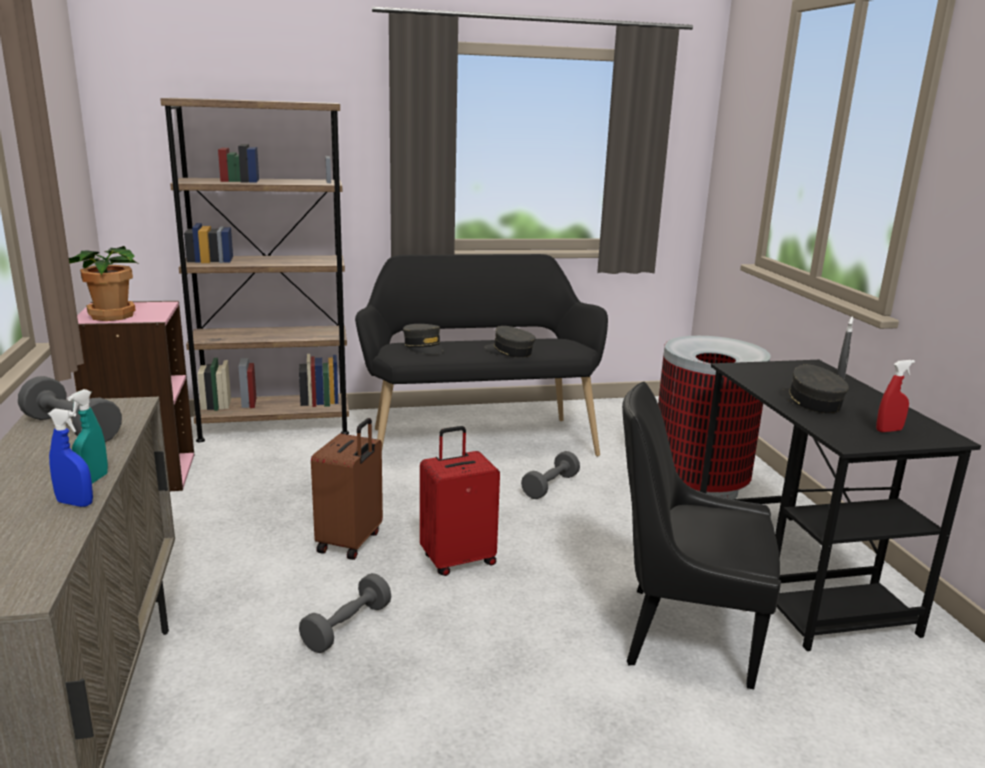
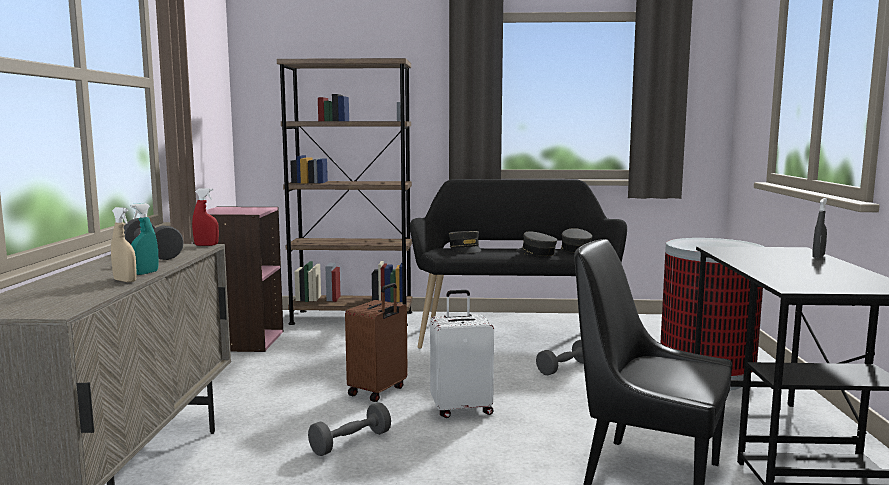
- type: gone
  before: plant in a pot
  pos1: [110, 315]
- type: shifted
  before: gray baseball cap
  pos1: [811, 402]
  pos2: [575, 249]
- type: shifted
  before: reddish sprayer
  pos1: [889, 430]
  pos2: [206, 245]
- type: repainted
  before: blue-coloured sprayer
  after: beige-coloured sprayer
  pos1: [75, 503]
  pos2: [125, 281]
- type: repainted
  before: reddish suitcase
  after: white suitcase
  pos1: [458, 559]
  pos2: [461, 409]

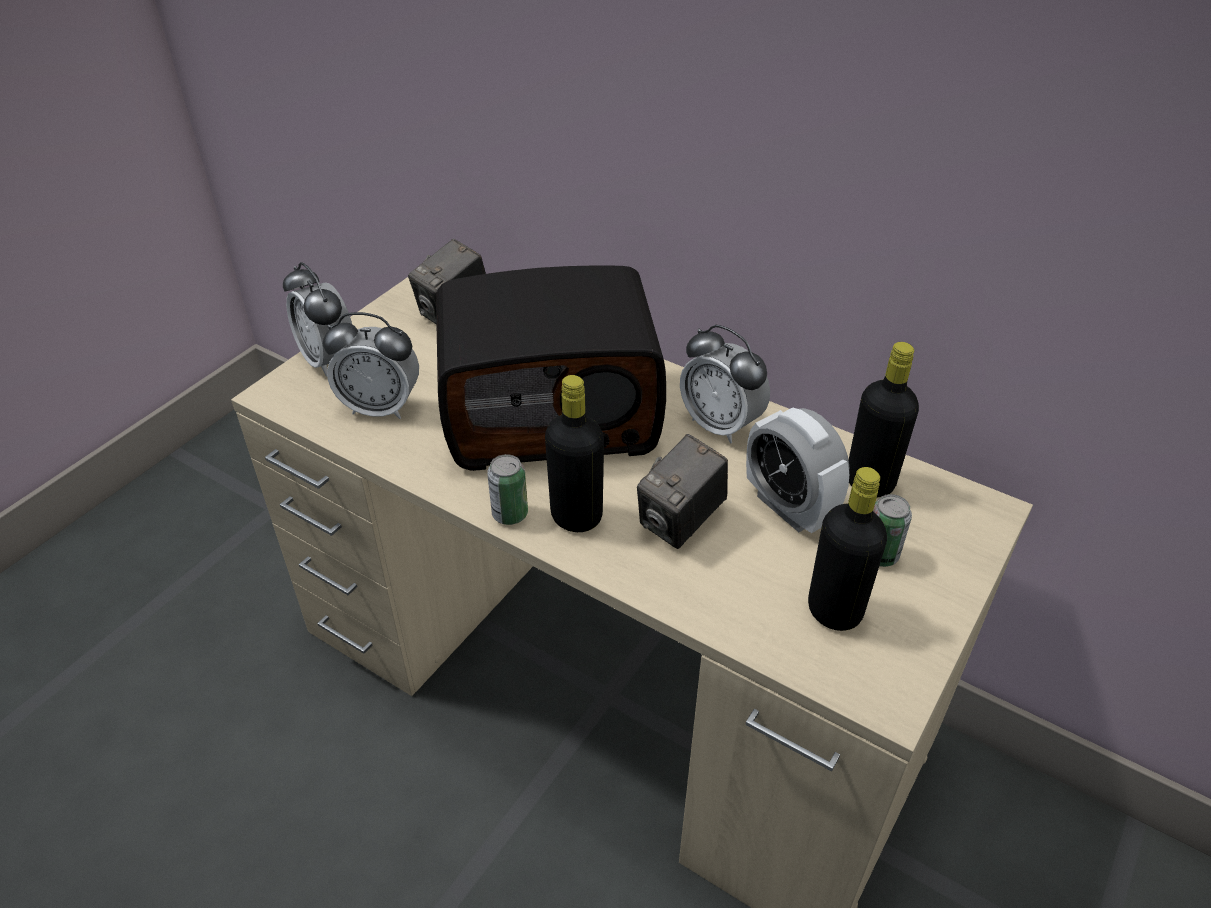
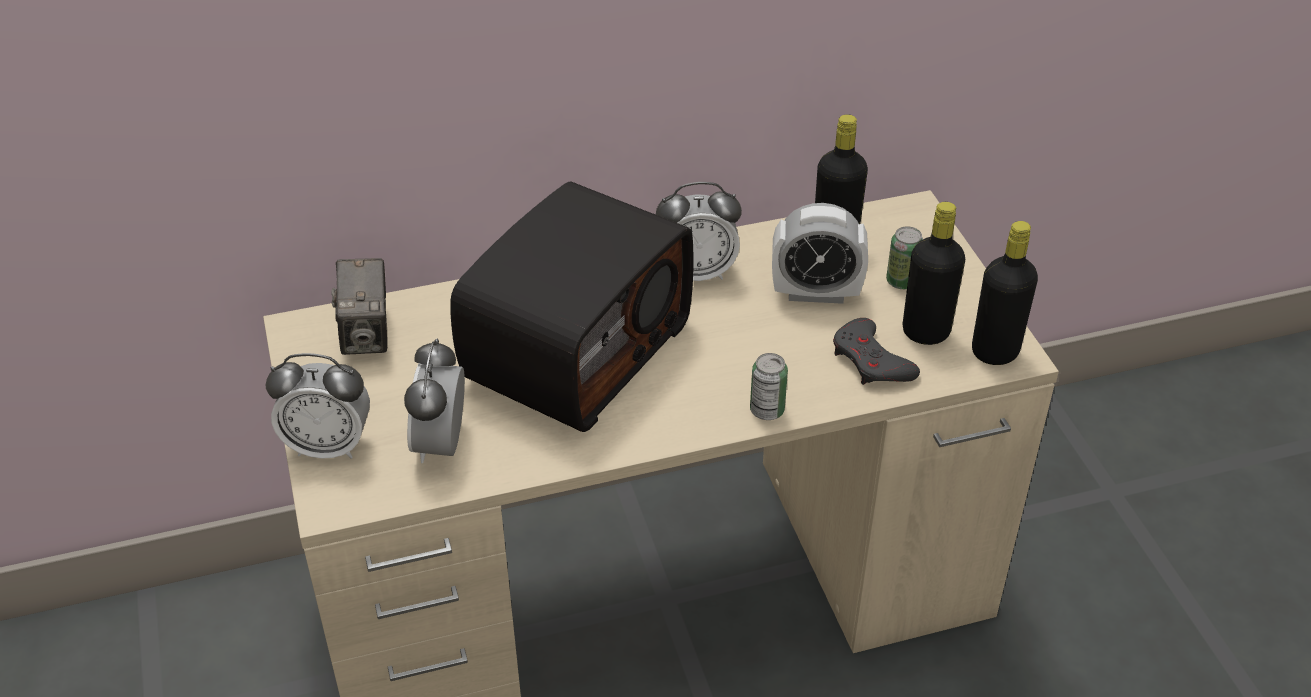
- type: gone
  before: still camera
  pos1: [681, 522]
- type: new
  after: gray gamepad
  pos2: [871, 361]
- type: shifted
  before: sealed can
  pos1: [510, 514]
  pos2: [767, 410]
- type: shifted
  before: blackish beverage bottle
  pos1: [576, 516]
  pos2: [995, 352]
- type: rotated
  before: bedside clock
  pos1: [380, 407]
  pos2: [441, 444]
  turn: 135

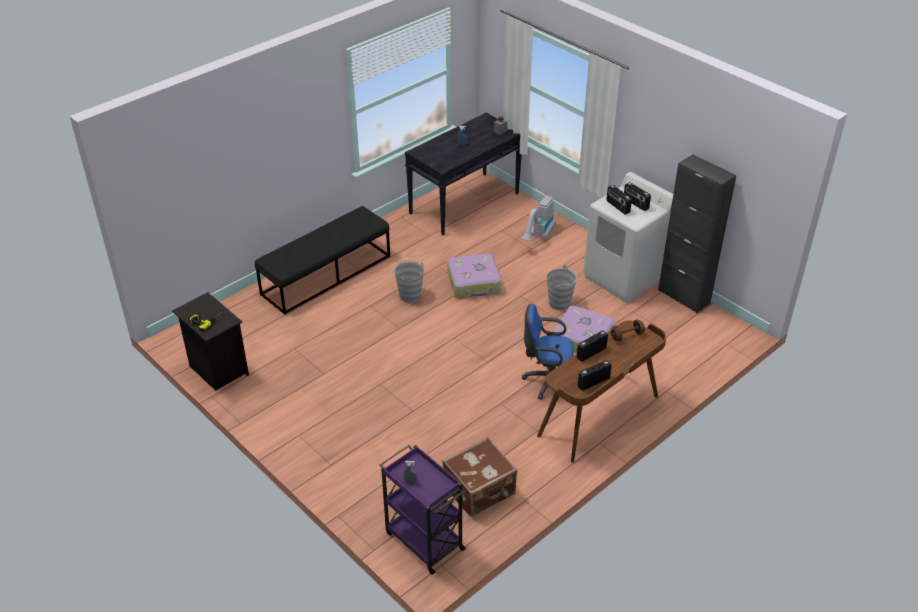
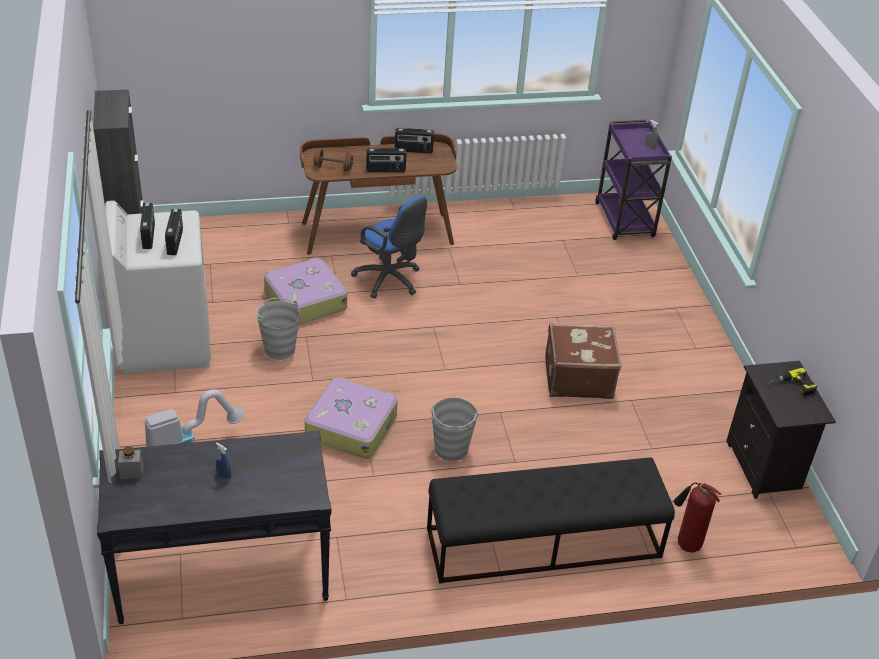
- type: new
  after: extinguisher
  pos2: [685, 544]
- type: shifted
  before: brownish suitcase
  pos1: [480, 491]
  pos2: [577, 377]

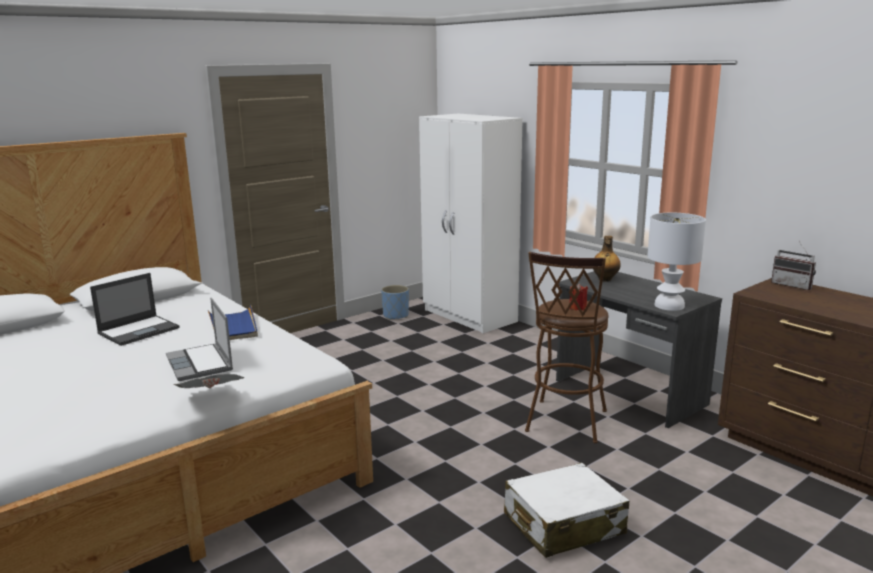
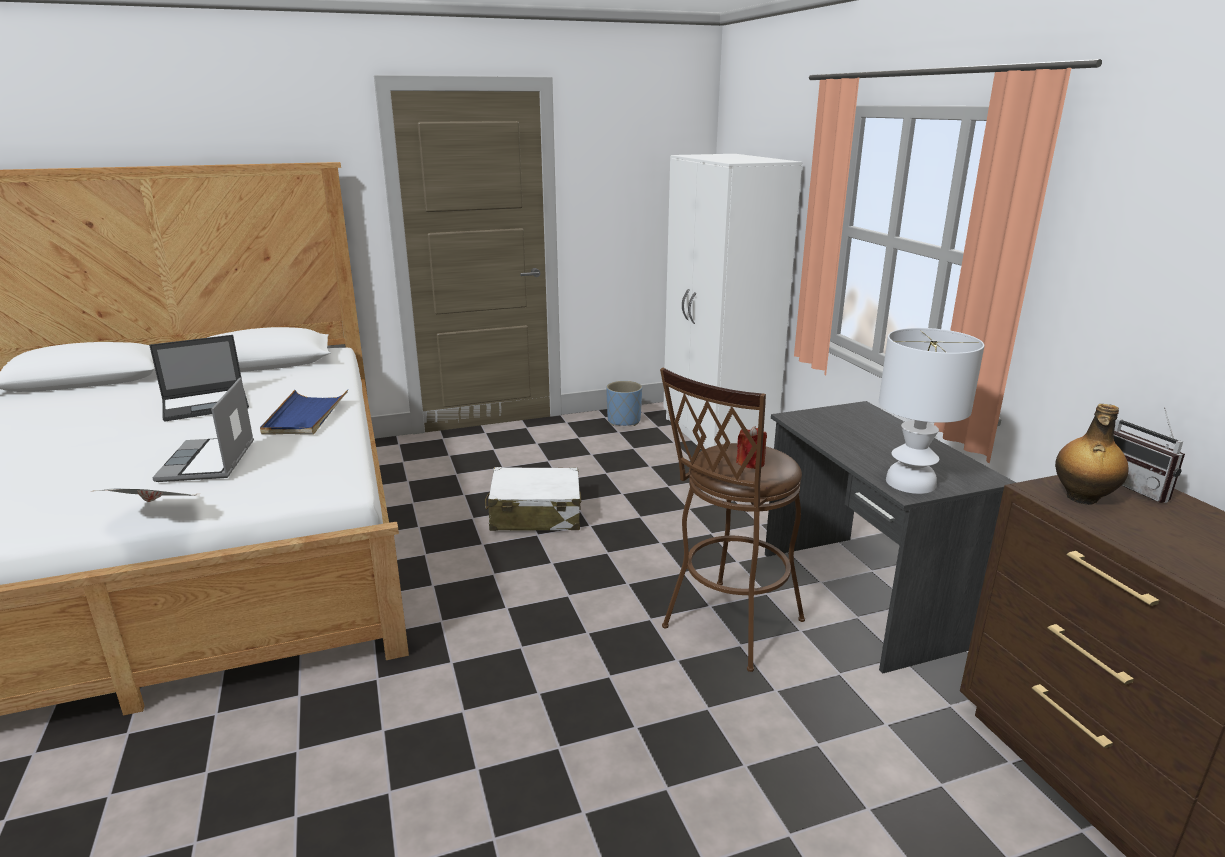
- type: shifted
  before: white suitcase
  pos1: [563, 524]
  pos2: [535, 514]
- type: shifted
  before: beverage bottle
  pos1: [604, 279]
  pos2: [1081, 498]

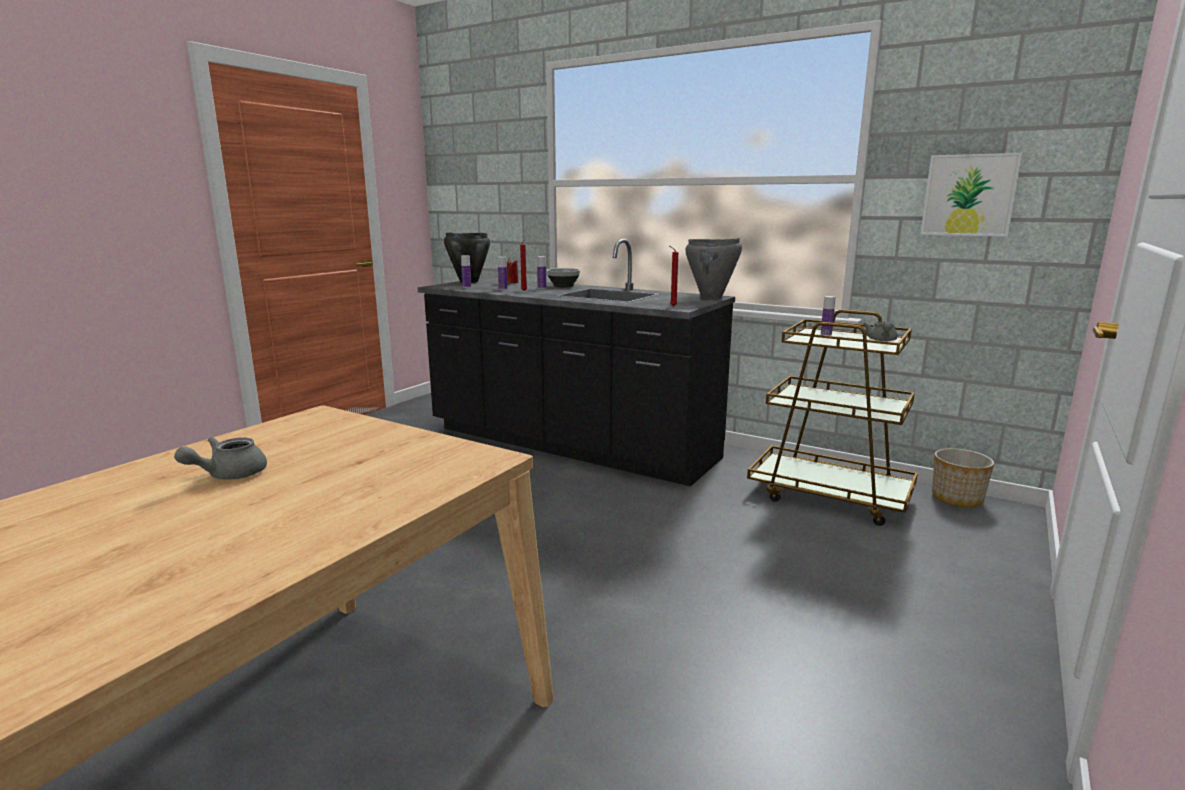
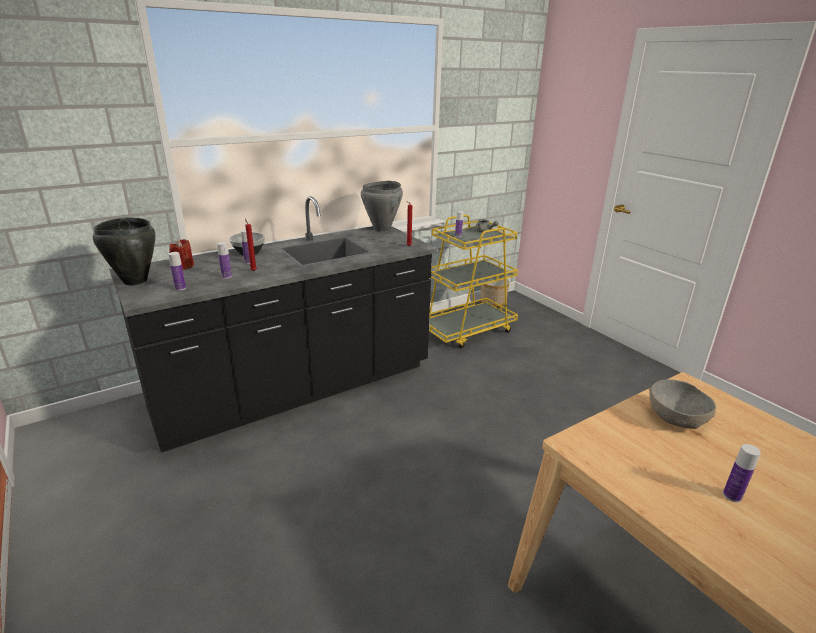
- type: gone
  before: picture
  pos1: [969, 195]
- type: new
  after: gray serving bowl
  pos2: [676, 418]
- type: swapped
  before: gray pot for tea
  after: beverage bottle
  pos1: [229, 475]
  pos2: [732, 496]
- type: repainted
  before: brownish trolley
  after: yellowish trolley
  pos1: [830, 496]
  pos2: [467, 330]

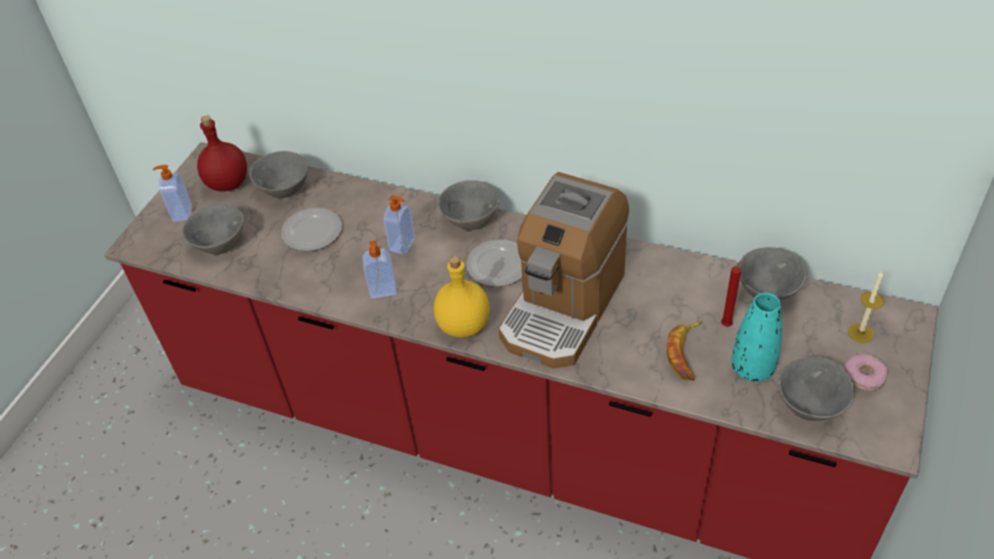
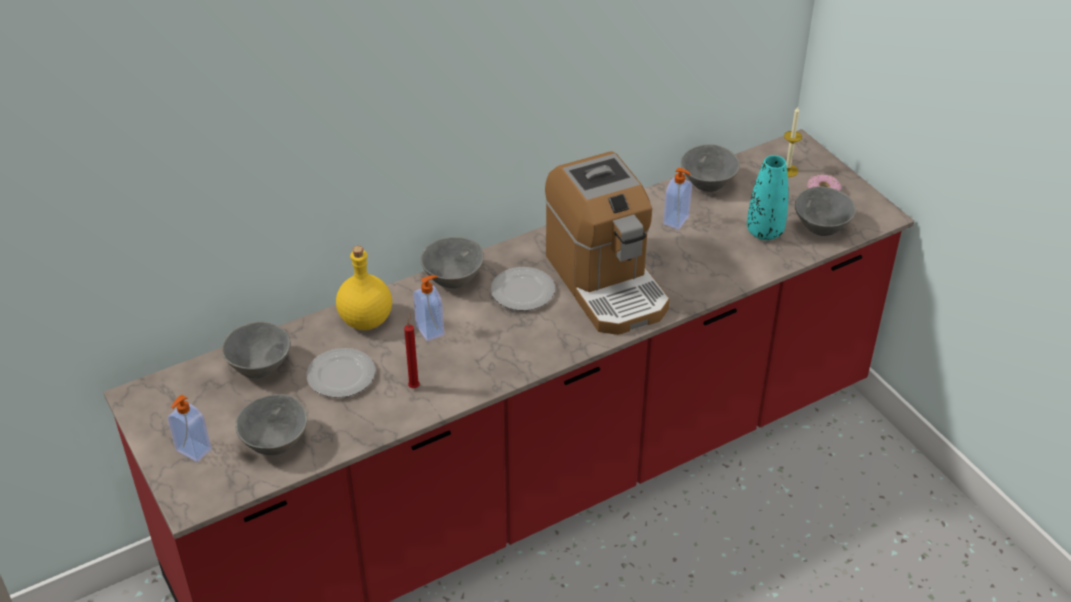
- type: gone
  before: reddish beverage bottle
  pos1: [229, 183]
- type: gone
  before: banana fruit
  pos1: [686, 353]
- type: shifted
  before: soap bottle
  pos1: [383, 291]
  pos2: [677, 220]
- type: shifted
  before: yellowish beverage bottle
  pos1: [462, 325]
  pos2: [365, 320]
- type: shifted
  before: reddish wax candle
  pos1: [728, 324]
  pos2: [414, 386]

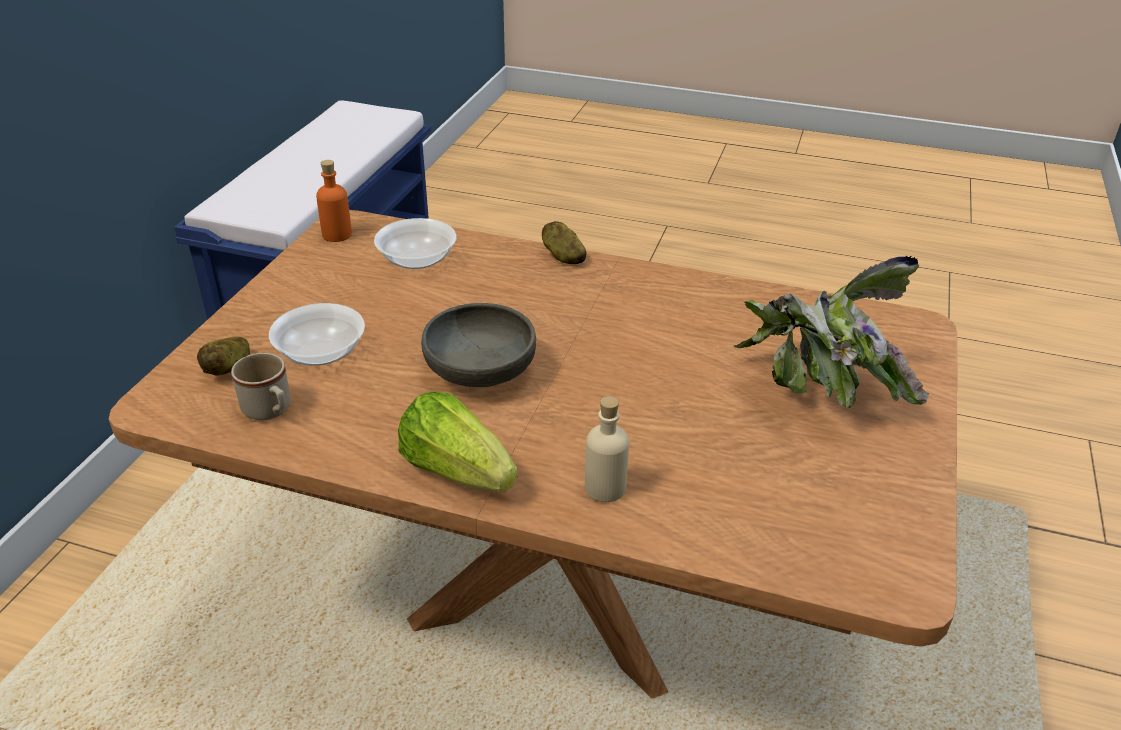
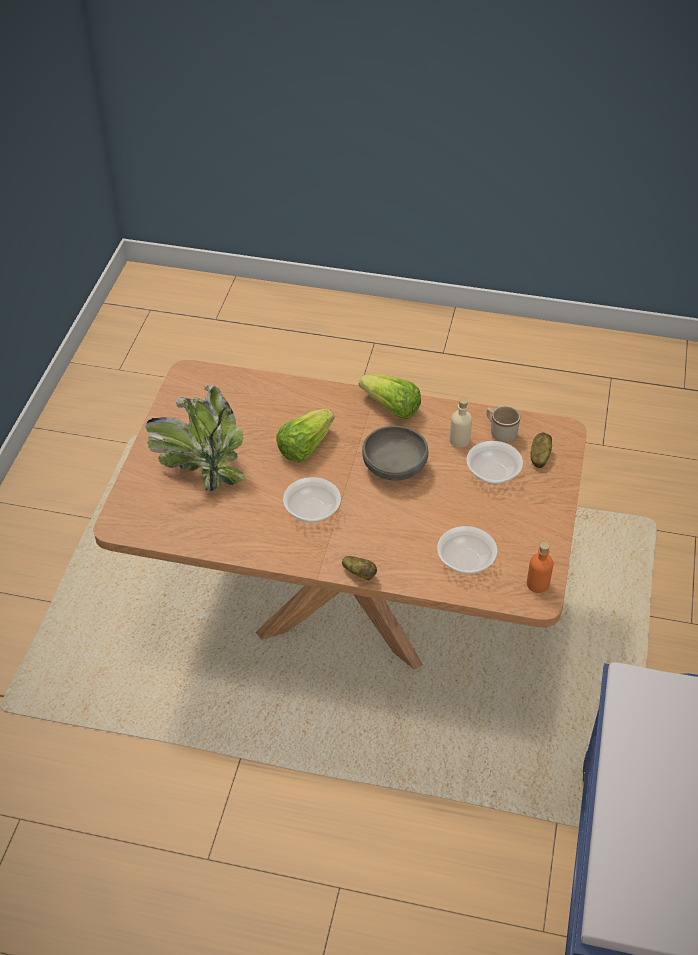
- type: new
  after: lettuce
  pos2: [304, 447]
- type: new
  after: serving bowl
  pos2: [312, 510]
- type: shifted
  before: beige-coloured beverage bottle
  pos1: [605, 488]
  pos2: [459, 440]

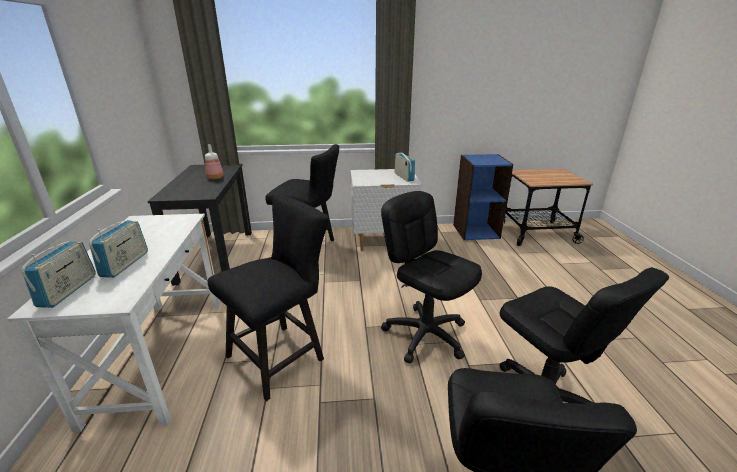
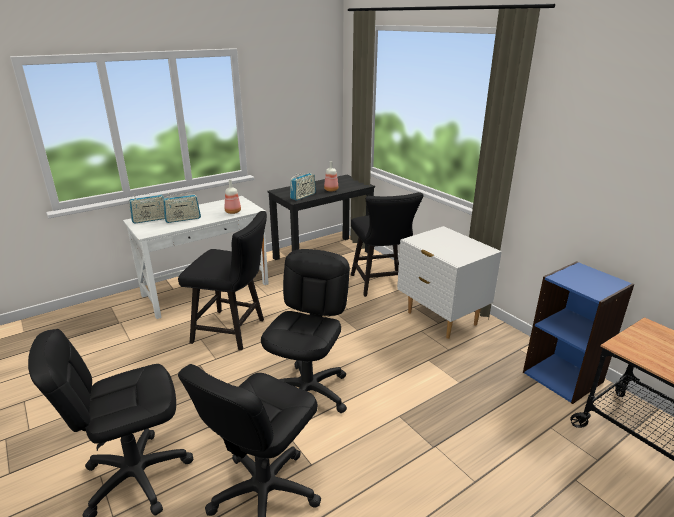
- type: new
  after: beverage bottle
  pos2: [233, 212]
- type: shifted
  before: radio
  pos1: [404, 177]
  pos2: [303, 196]

